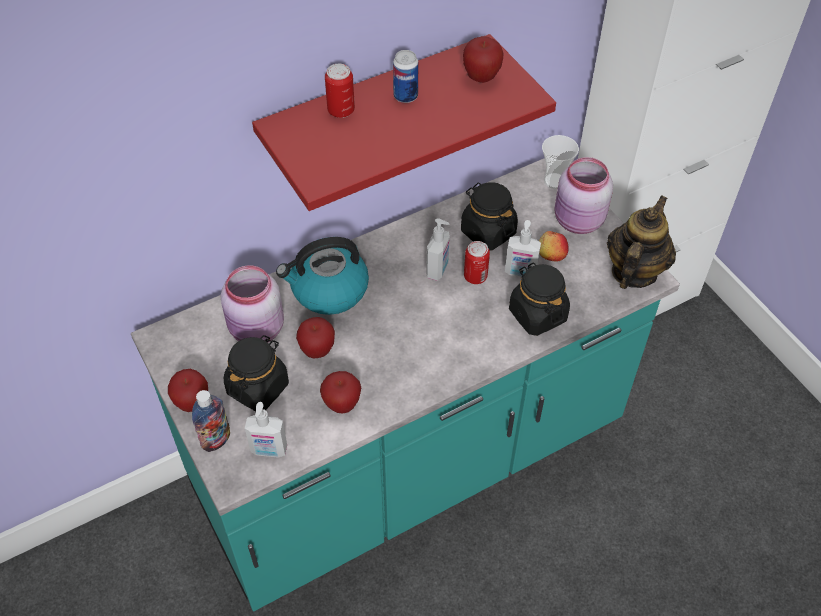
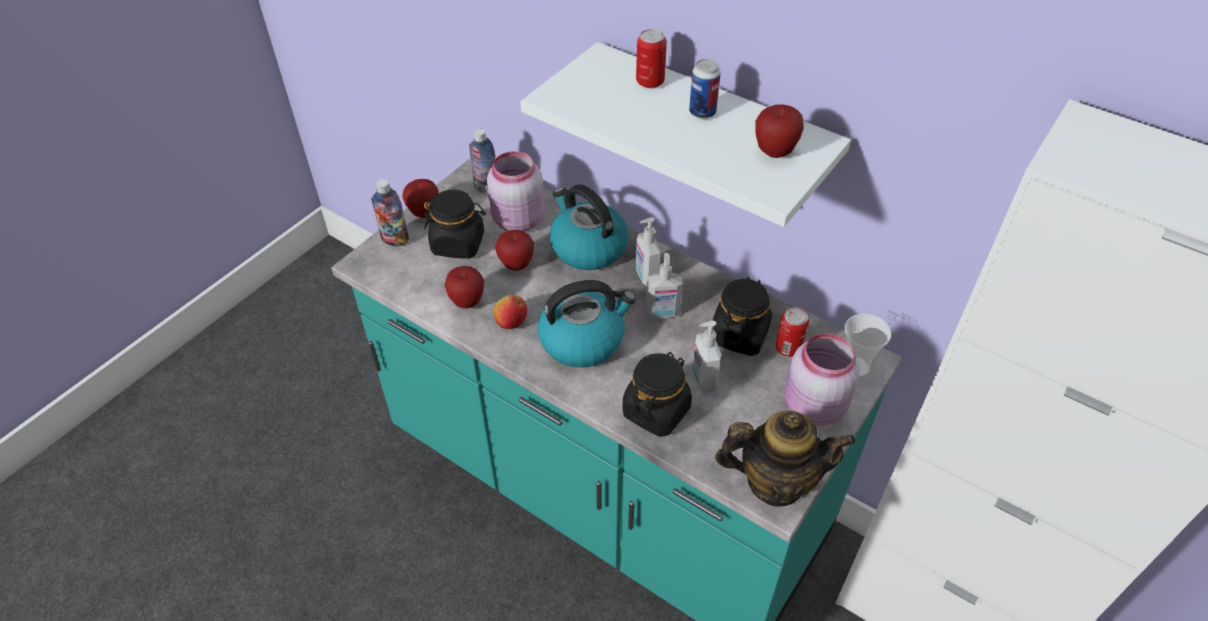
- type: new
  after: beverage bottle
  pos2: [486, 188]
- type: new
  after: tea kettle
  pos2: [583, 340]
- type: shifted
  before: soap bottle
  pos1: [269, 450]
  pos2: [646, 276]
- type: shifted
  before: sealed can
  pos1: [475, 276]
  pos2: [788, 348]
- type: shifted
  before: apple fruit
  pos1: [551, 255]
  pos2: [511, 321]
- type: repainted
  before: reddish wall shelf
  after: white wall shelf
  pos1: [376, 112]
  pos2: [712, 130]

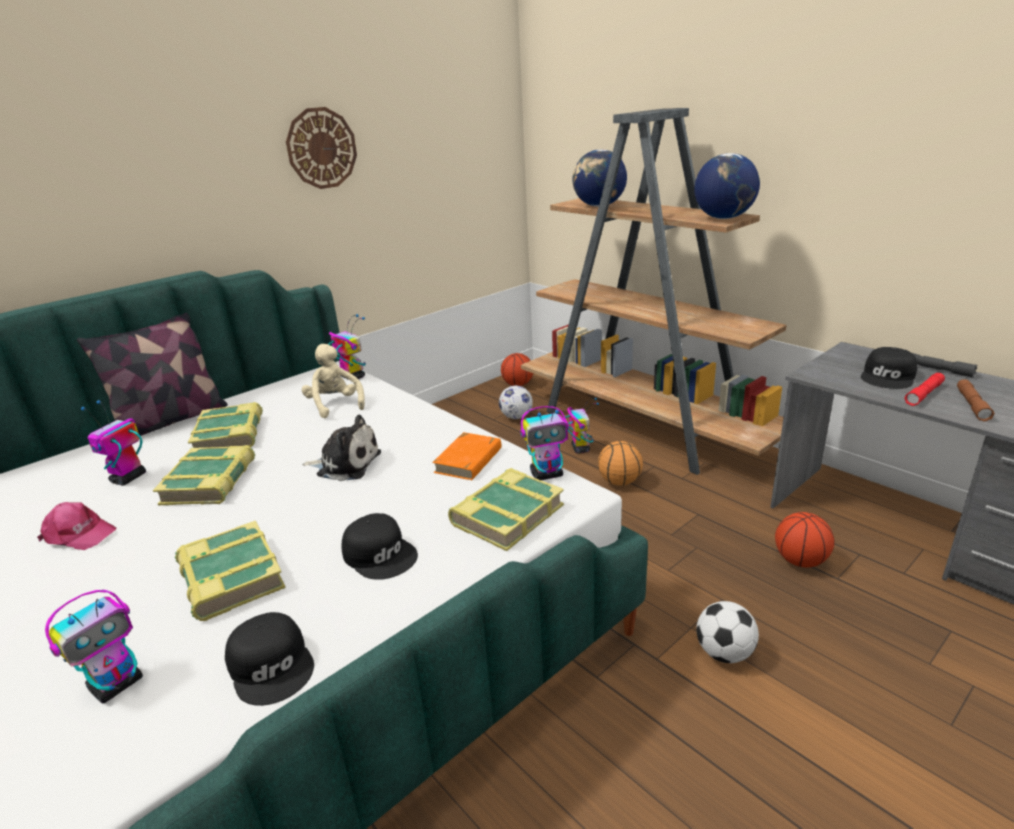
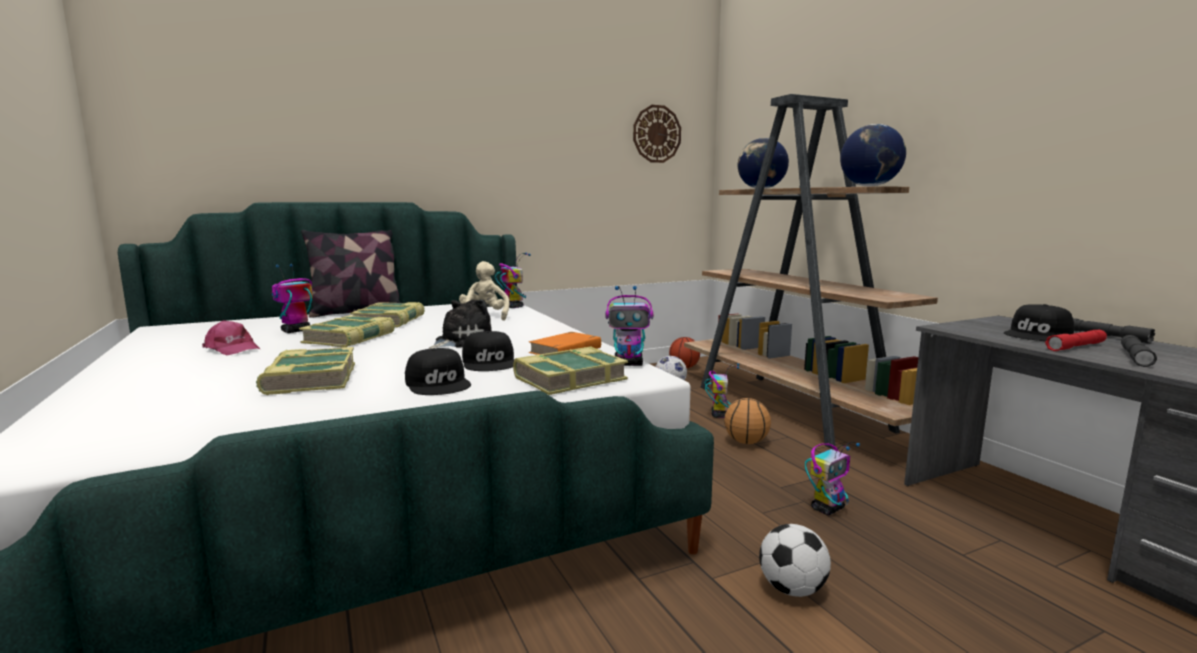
- type: gone
  before: basketball
  pos1: [800, 561]
- type: shifted
  before: model robot
  pos1: [117, 684]
  pos2: [828, 508]
- type: shifted
  before: blackish baseball cap
  pos1: [272, 665]
  pos2: [490, 362]
- type: shifted
  before: hanging clock
  pos1: [321, 148]
  pos2: [656, 134]
- type: repainted
  before: brownish hand torch
  after: gray hand torch
  pos1: [972, 405]
  pos2: [1135, 357]
- type: rotated
  before: plush toy
  pos1: [346, 464]
  pos2: [461, 341]
  turn: -75

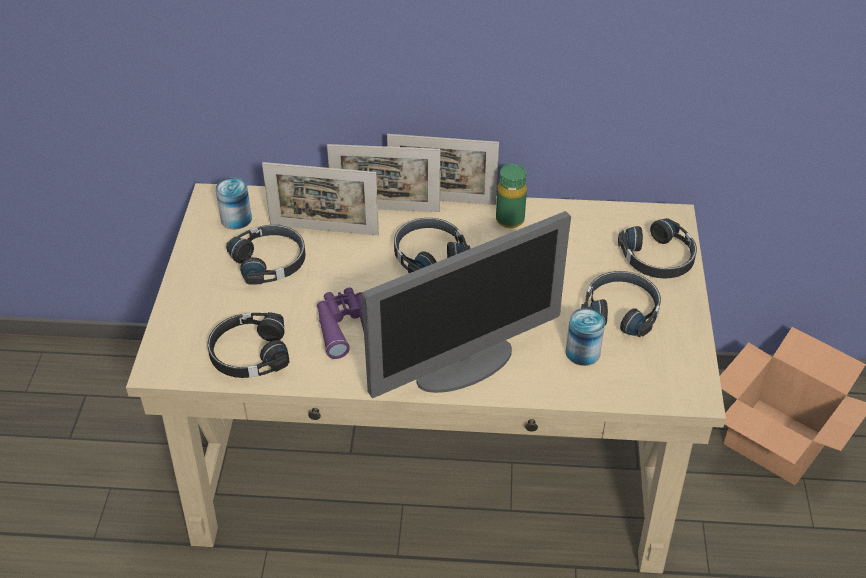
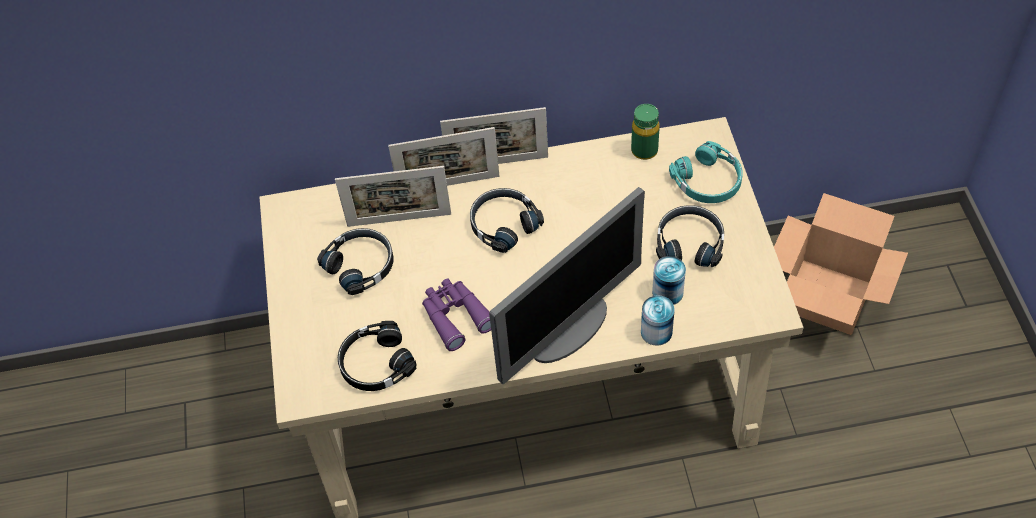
- type: shifted
  before: sealed can
  pos1: [236, 219]
  pos2: [656, 332]
- type: shifted
  before: greenish beverage bottle
  pos1: [510, 220]
  pos2: [644, 150]
- type: repainted
  before: blackish headphones
  after: turquoise headphones
  pos1: [658, 258]
  pos2: [708, 181]

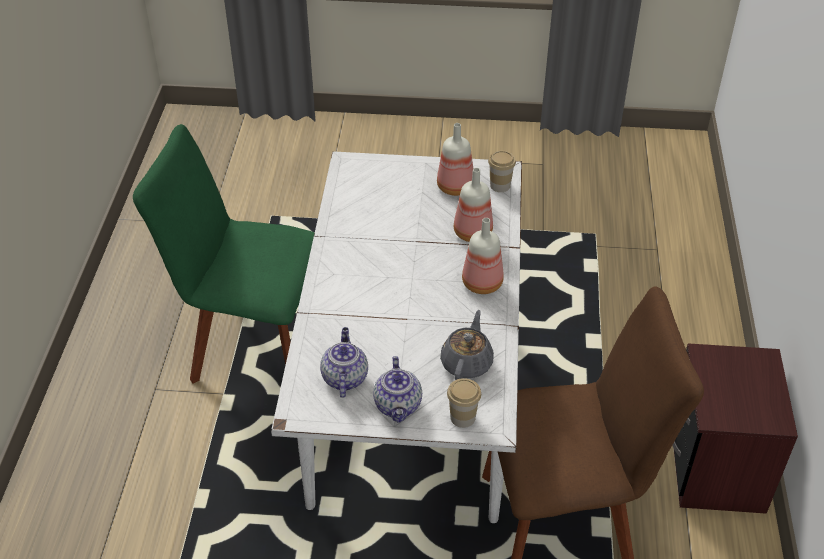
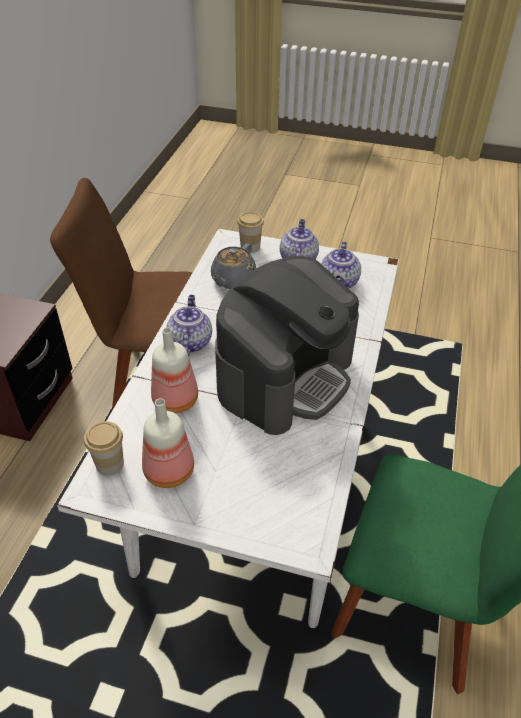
- type: new
  after: coffee maker
  pos2: [285, 376]
- type: swapped
  before: beverage bottle
  after: pot for tea
  pos1: [483, 284]
  pos2: [190, 342]

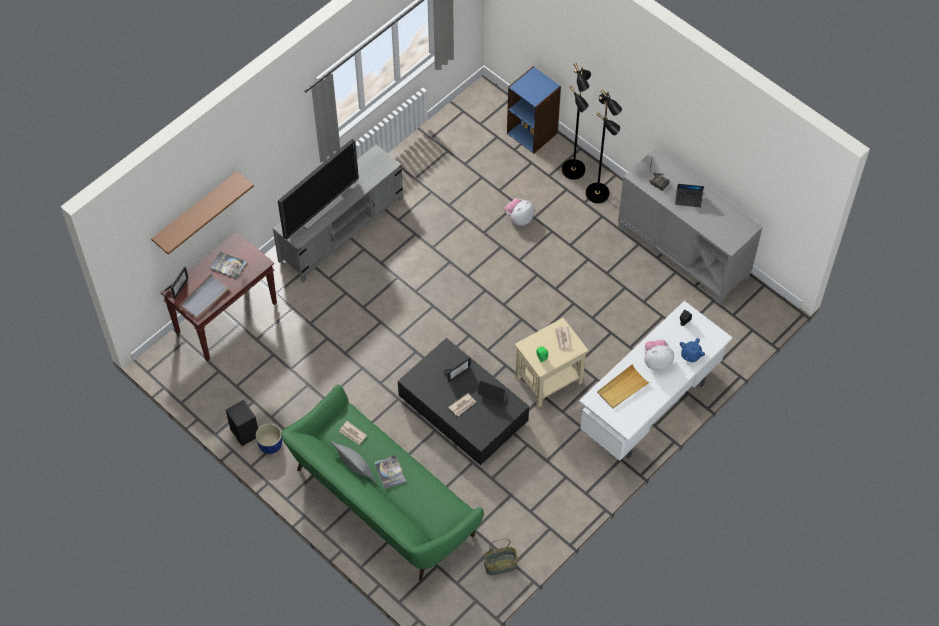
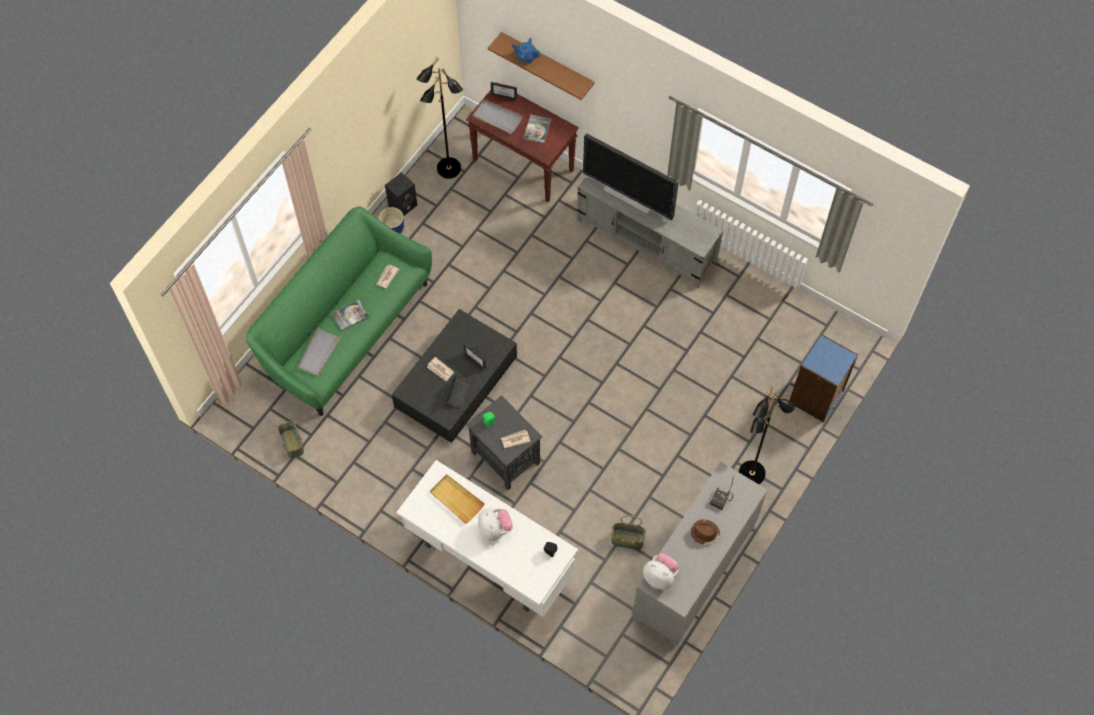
- type: gone
  before: gray throw pillow
  pos1: [355, 470]
- type: new
  after: gray carrying tray
  pos2: [319, 353]
- type: new
  after: basket
  pos2: [627, 540]
- type: shifted
  before: plush toy
  pos1: [519, 218]
  pos2: [660, 576]
- type: shifted
  before: blackish floor lamp
  pos1: [574, 170]
  pos2: [448, 169]
- type: shifted
  before: blue-coloured pot for tea
  pos1: [690, 355]
  pos2: [526, 57]
- type: swapped
  before: notebook computer
  after: brownish clothing hat
  pos1: [688, 199]
  pos2: [704, 533]
- type: repainted
  before: beige-coloured side table
  after: blackish side table
  pos1: [548, 380]
  pos2: [505, 457]

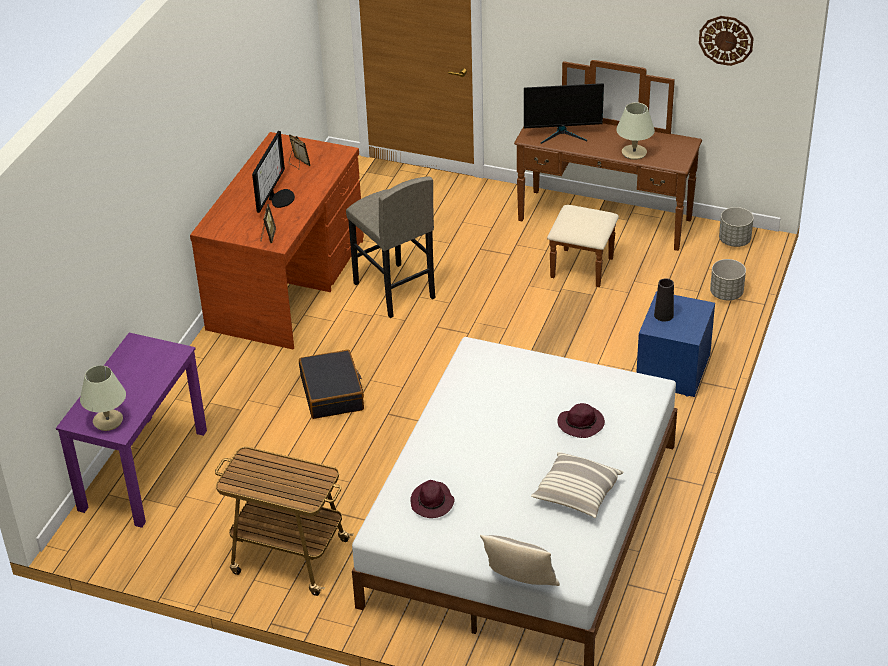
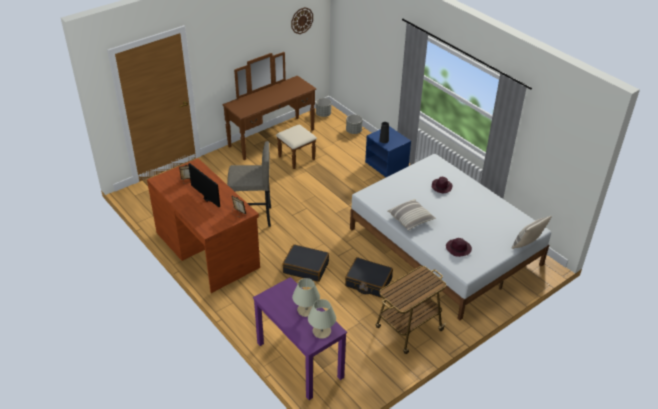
- type: gone
  before: monitor
  pos1: [562, 134]
- type: new
  after: blackish suitcase
  pos2: [368, 282]
- type: shifted
  before: throw pillow
  pos1: [576, 494]
  pos2: [411, 219]
- type: shifted
  before: beige-coloured table lamp
  pos1: [634, 152]
  pos2: [306, 310]

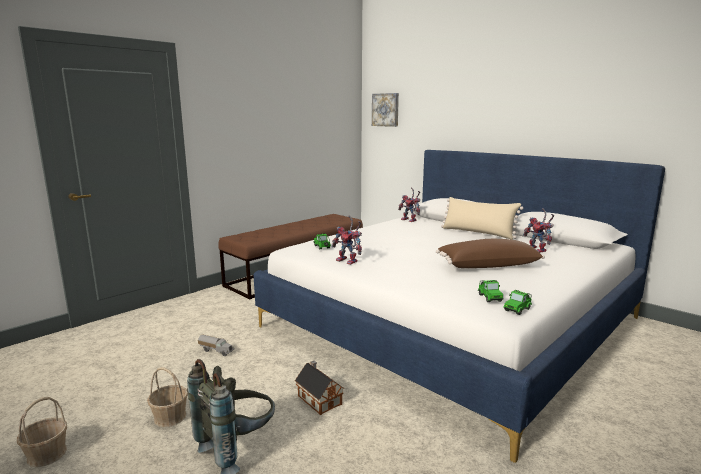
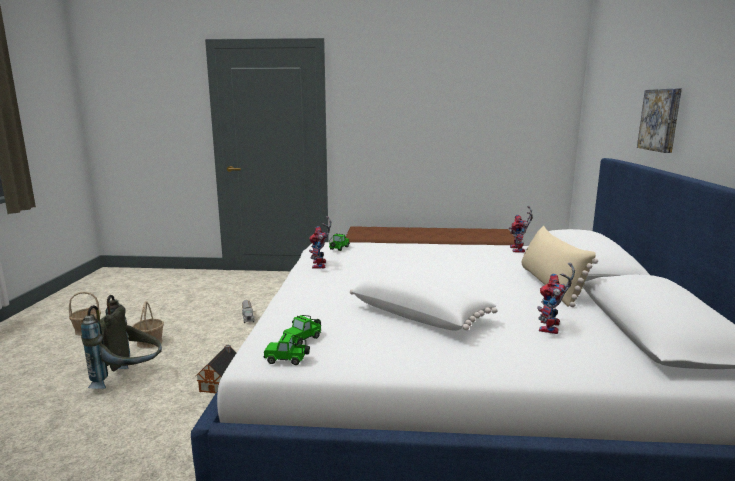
- type: shifted
  before: picture
  pos1: [386, 110]
  pos2: [661, 120]
- type: repainted
  before: brownish throw pillow
  after: white throw pillow
  pos1: [487, 265]
  pos2: [420, 316]

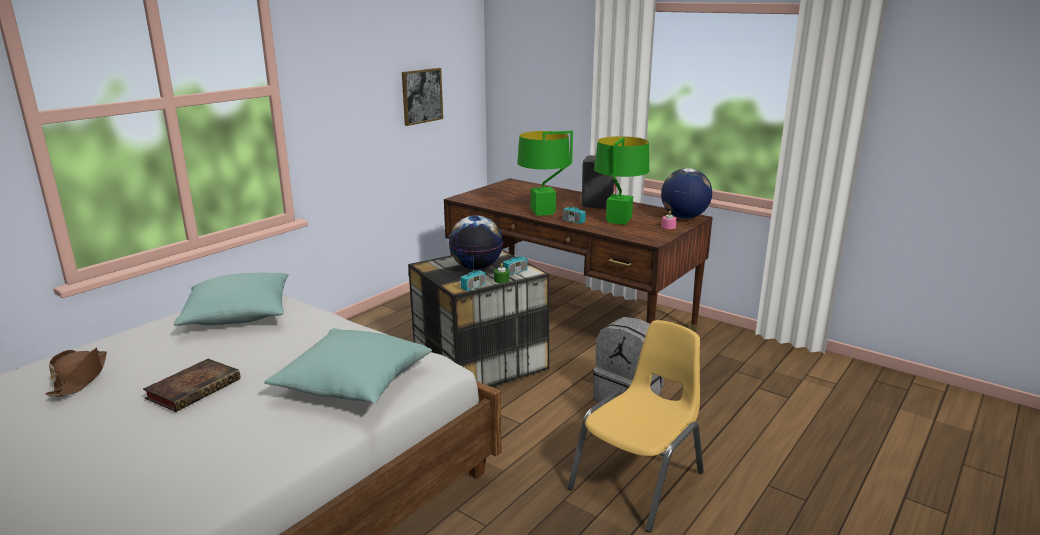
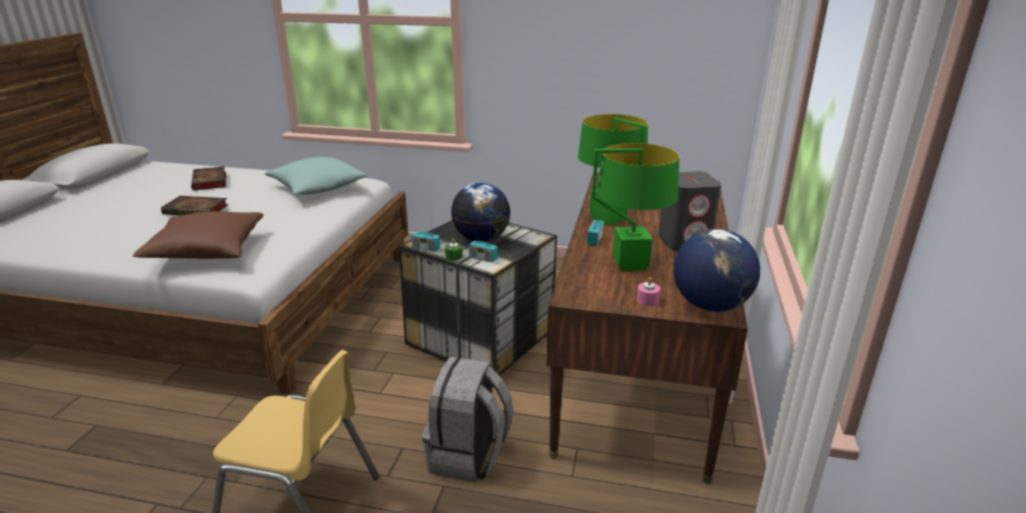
- type: gone
  before: picture
  pos1: [421, 96]
- type: swapped
  before: brownish clothing hat
  after: book
  pos1: [80, 379]
  pos2: [210, 182]
- type: repainted
  before: turquoise throw pillow
  after: brownish throw pillow
  pos1: [353, 383]
  pos2: [206, 251]

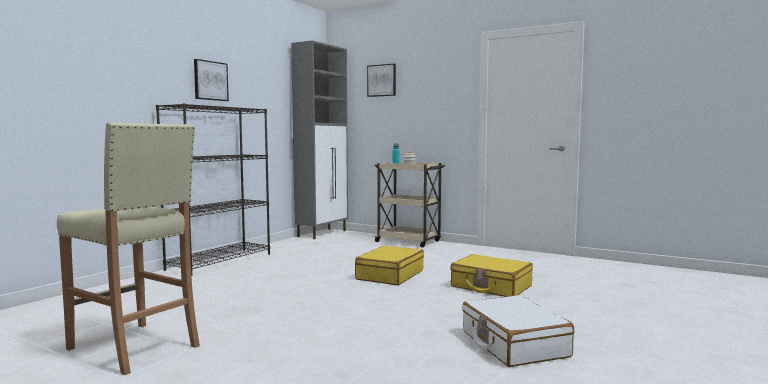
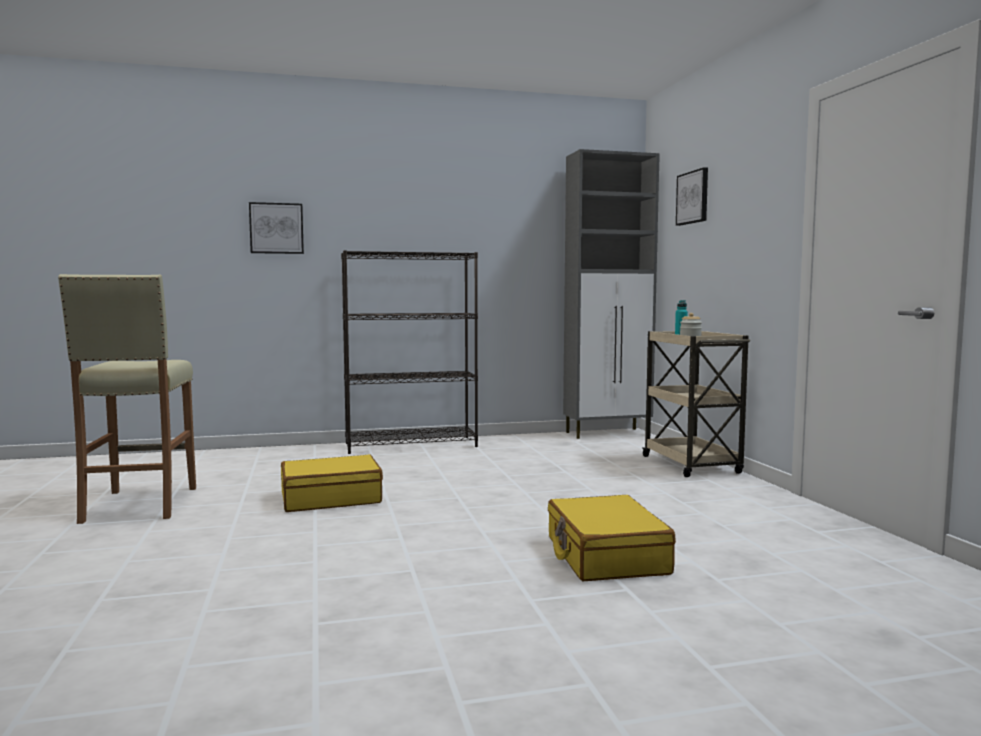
- type: gone
  before: white suitcase
  pos1: [513, 344]
- type: shifted
  before: picture
  pos1: [210, 80]
  pos2: [276, 228]
- type: shifted
  before: yellowish suitcase
  pos1: [389, 275]
  pos2: [331, 498]

